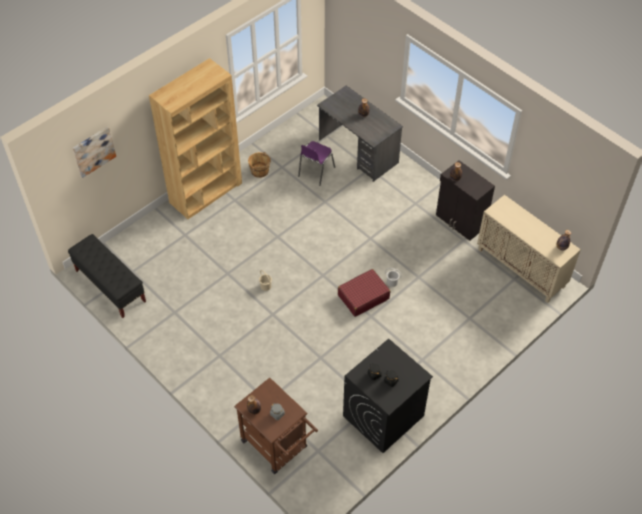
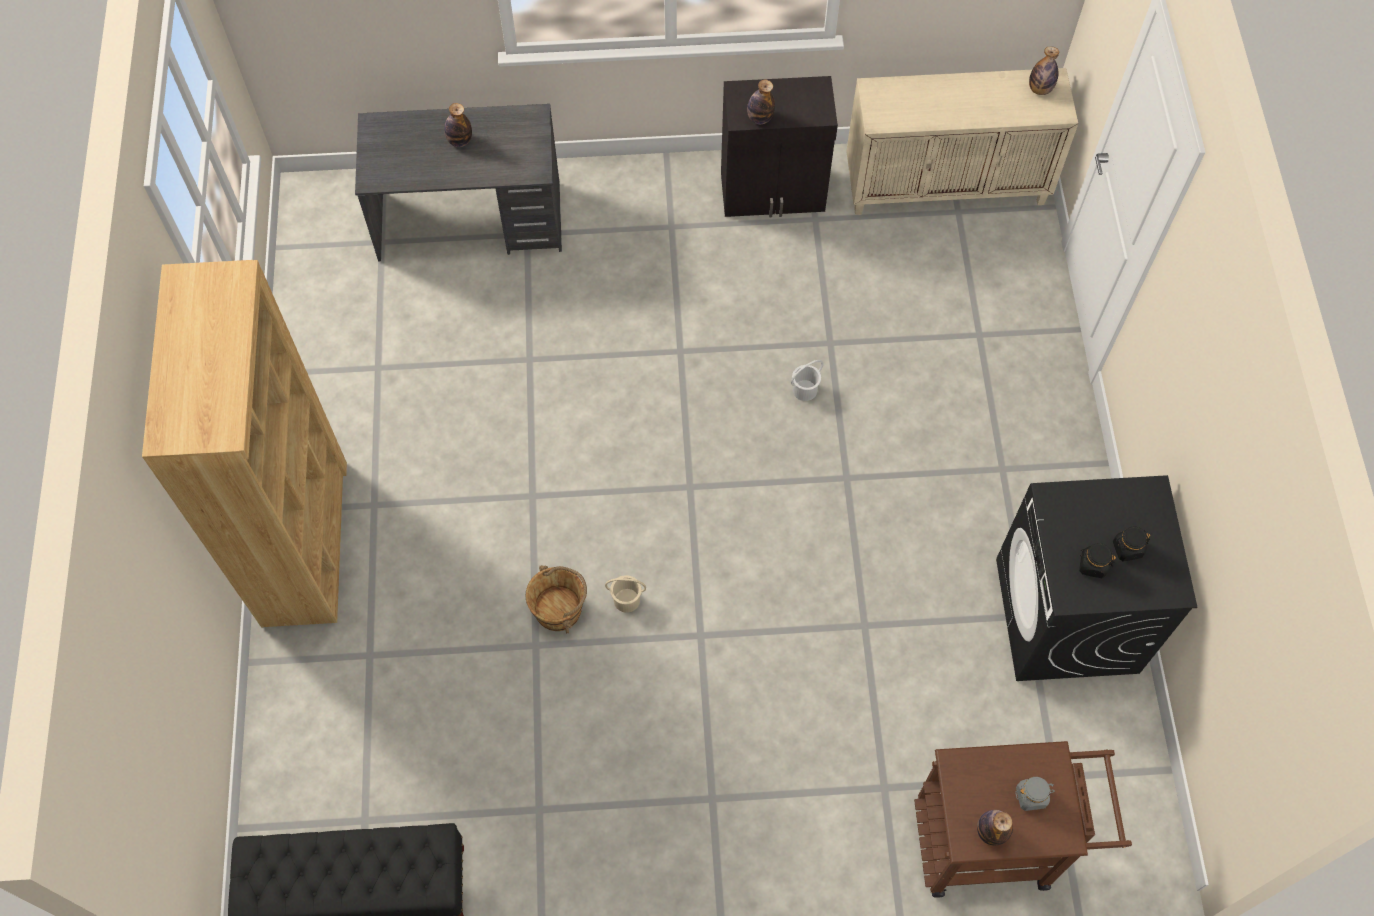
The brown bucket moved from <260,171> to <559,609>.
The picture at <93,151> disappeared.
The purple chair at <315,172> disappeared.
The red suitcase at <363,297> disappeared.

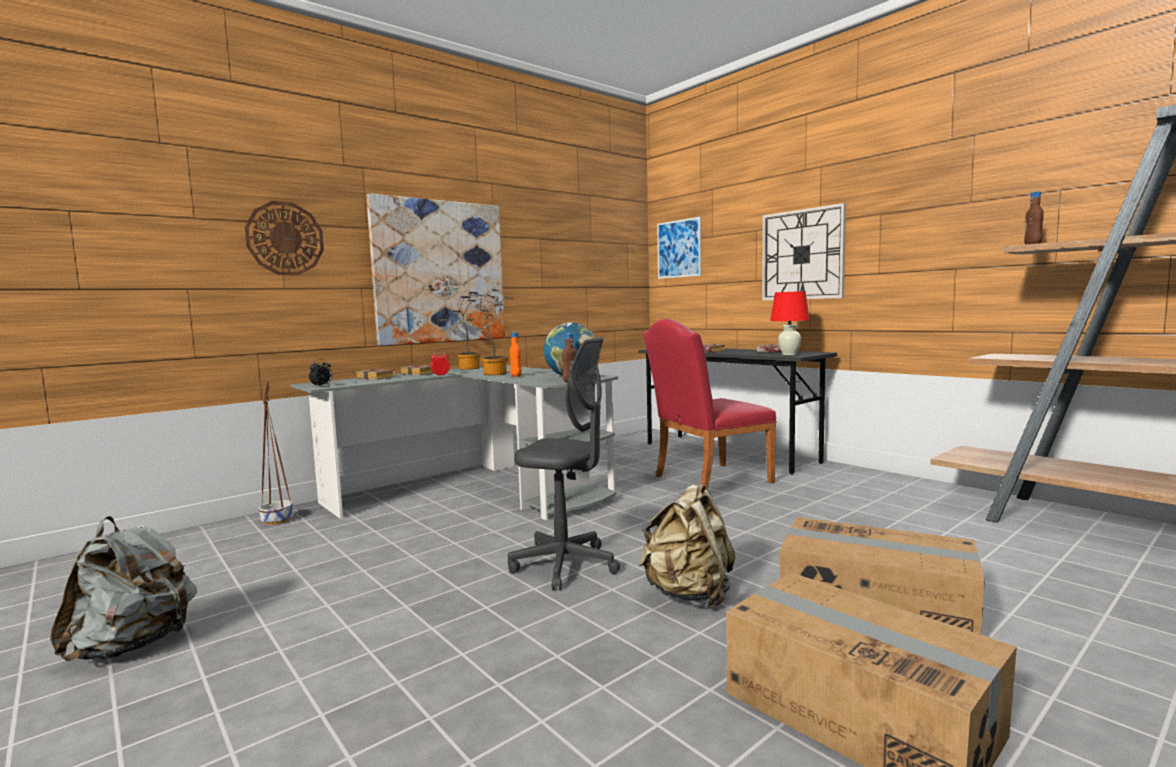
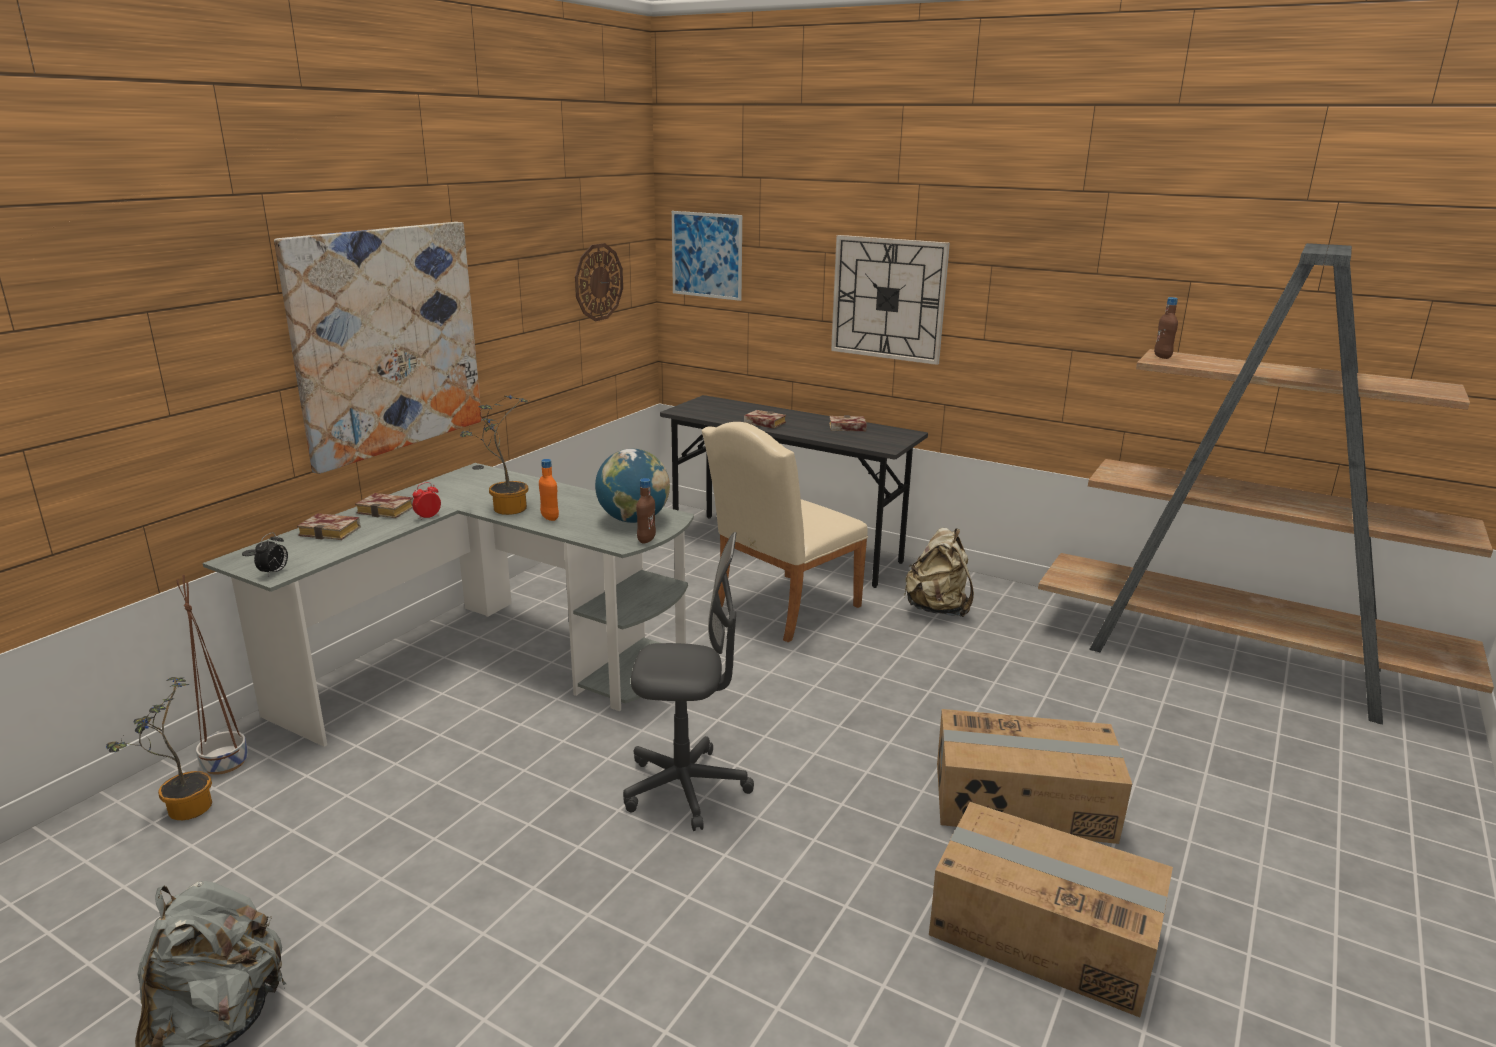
The potted plant moved from <465,368> to <183,810>.
The wall clock moved from <285,238> to <598,282>.
The red chair at <706,480> became the beige chair at <780,609>.
The beige backpack moved from <689,595> to <937,609>.
The red table lamp at <789,354> disappeared.

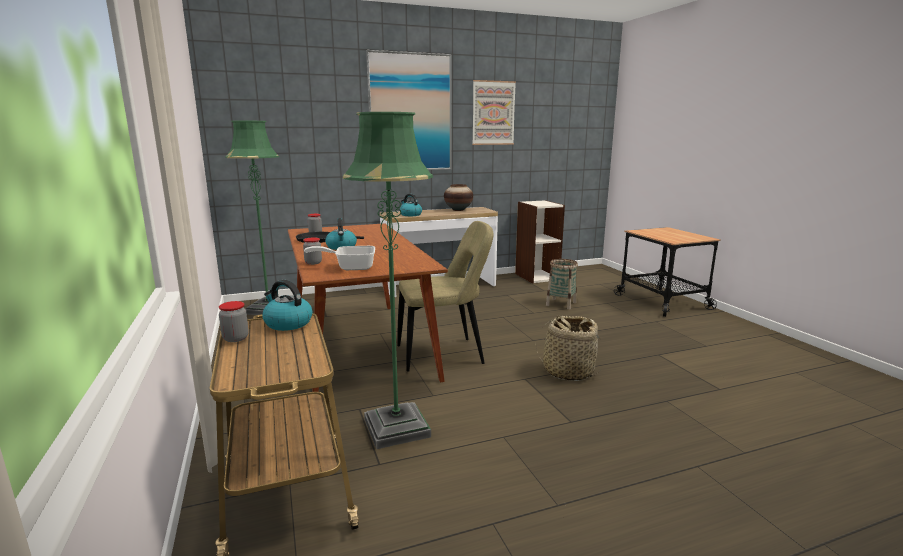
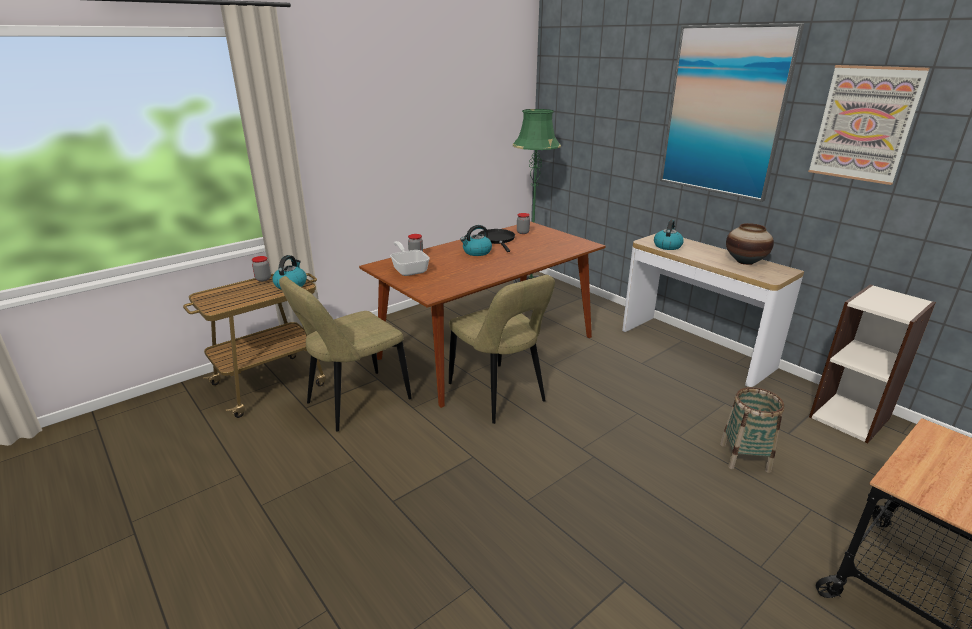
The green floor lamp at <396,428> was replaced by the beige chair at <354,402>.
The basket at <567,371> disappeared.

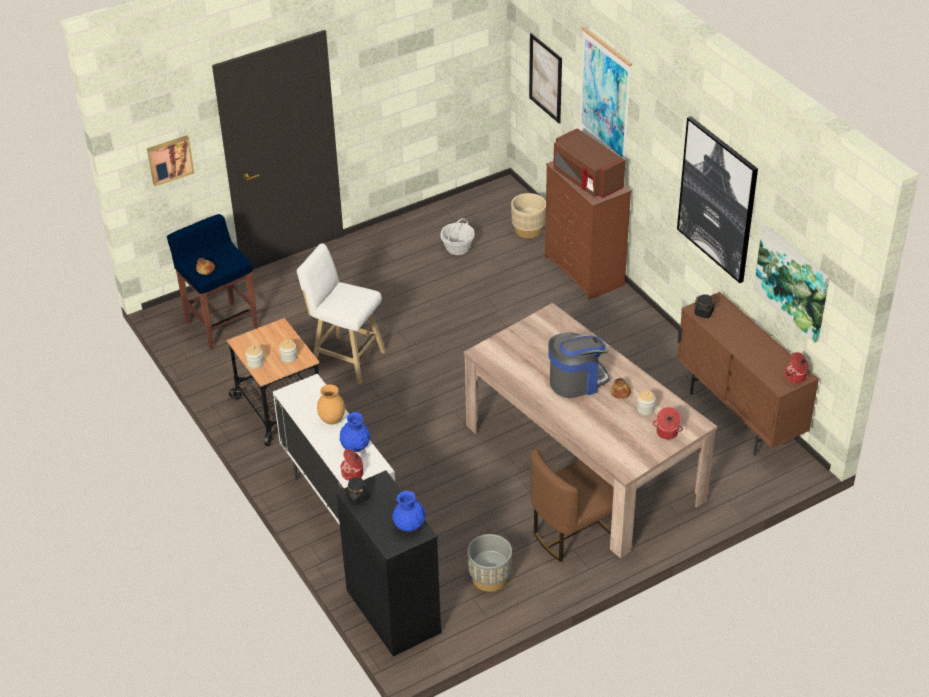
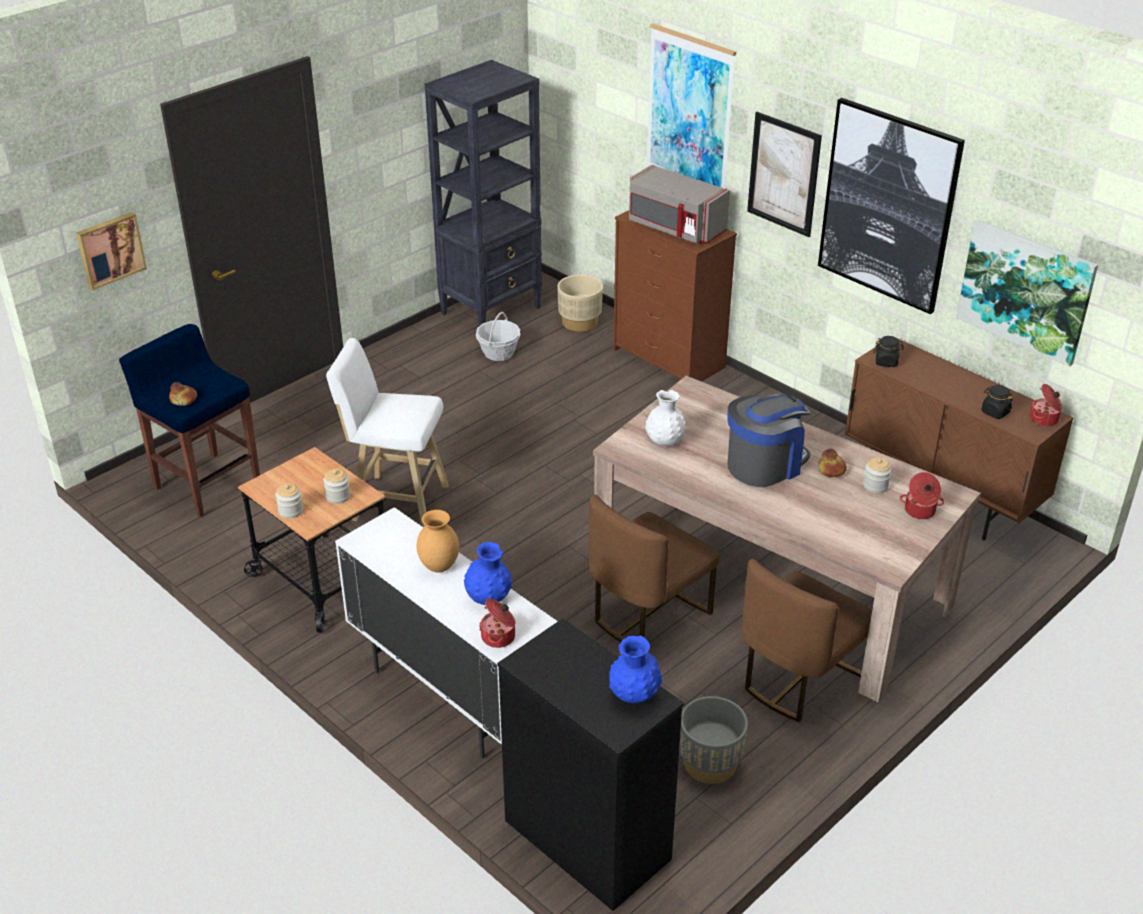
The black bookcase at <492,310> appeared.
The brown chair at <647,614> appeared.
The brown microwave at <586,179> became the grey microwave at <674,228>.
The white vase at <665,442> appeared.
The picture moved from <545,78> to <783,174>.
The black jar moved from <357,497> to <995,412>.

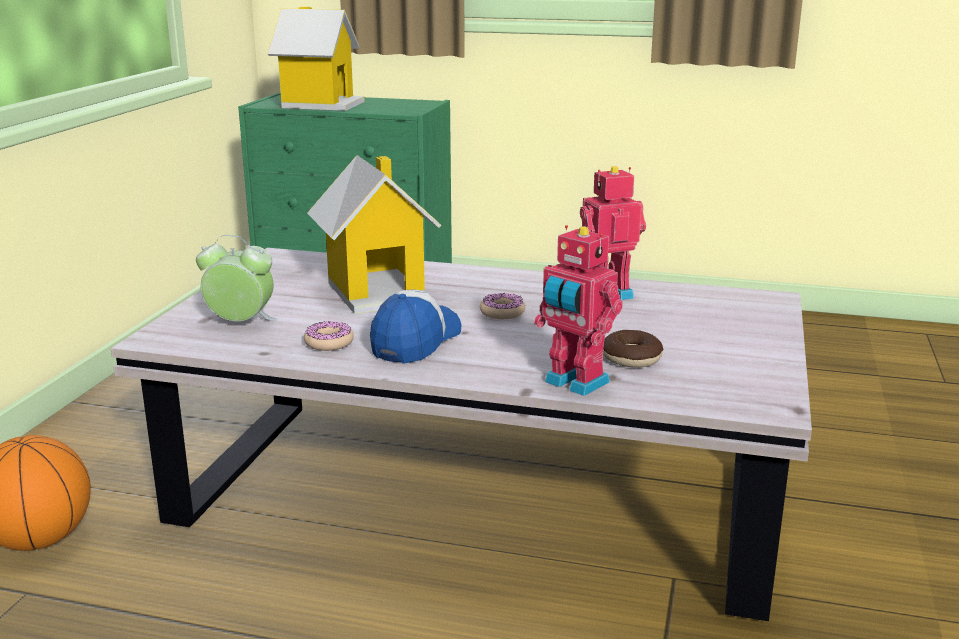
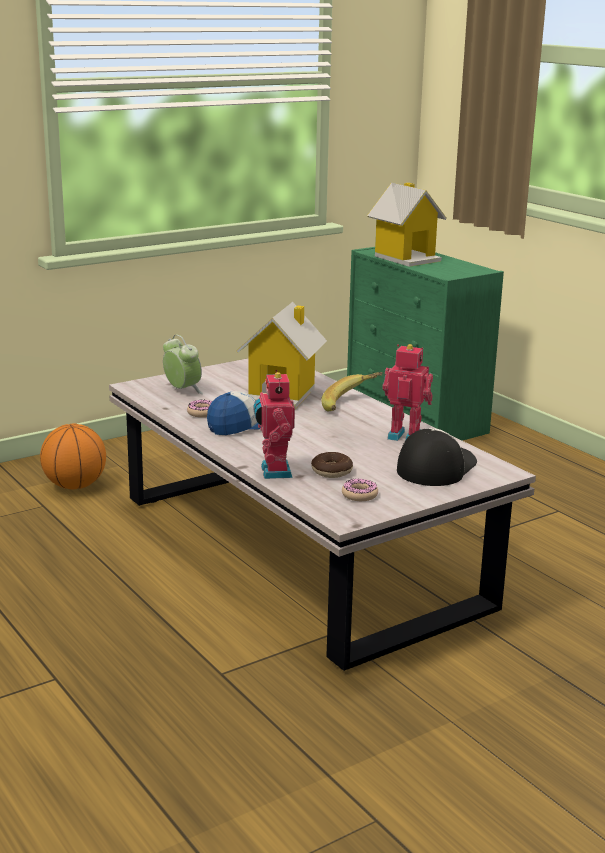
The banana at <351,405> appeared.
The donut moved from <502,313> to <359,495>.
The cap at <435,467> appeared.

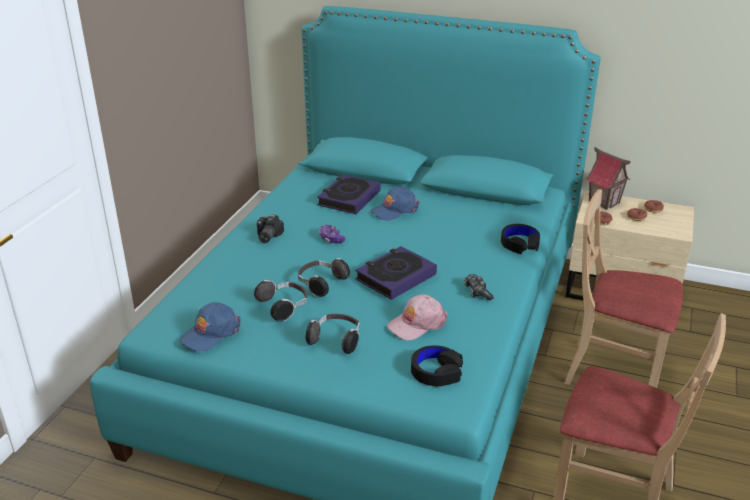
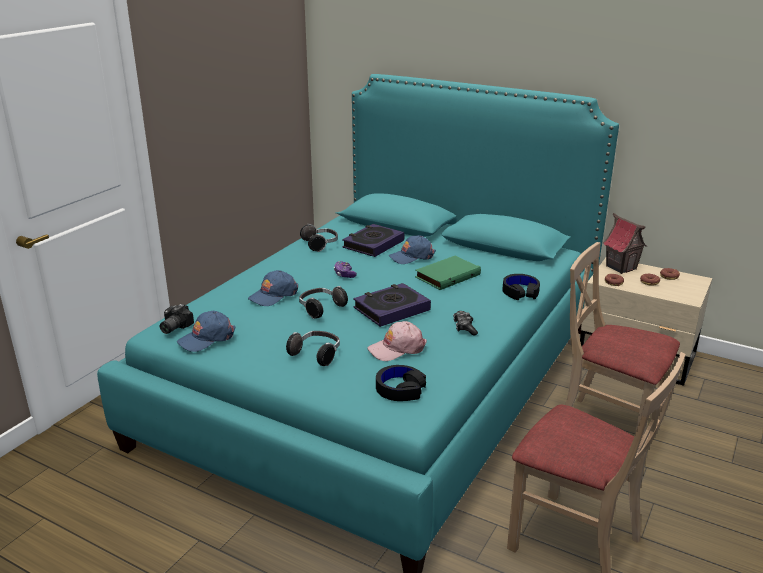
The photo camera moved from <267,237> to <173,327>.
The blue cap at <273,295> appeared.
The headphones moved from <284,307> to <320,245>.
The green book at <447,275> appeared.

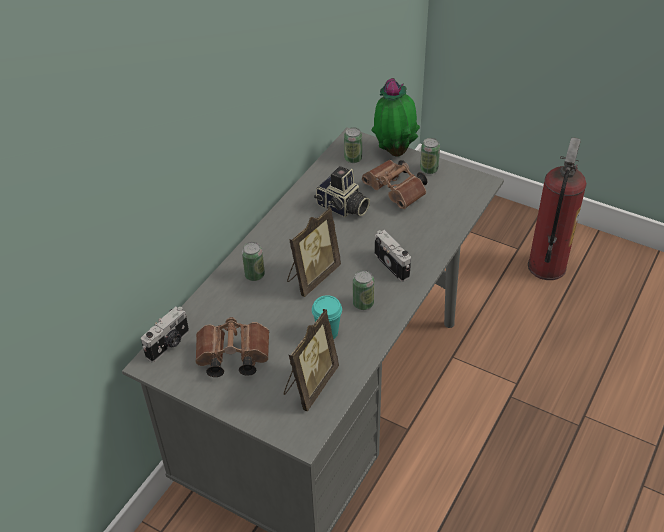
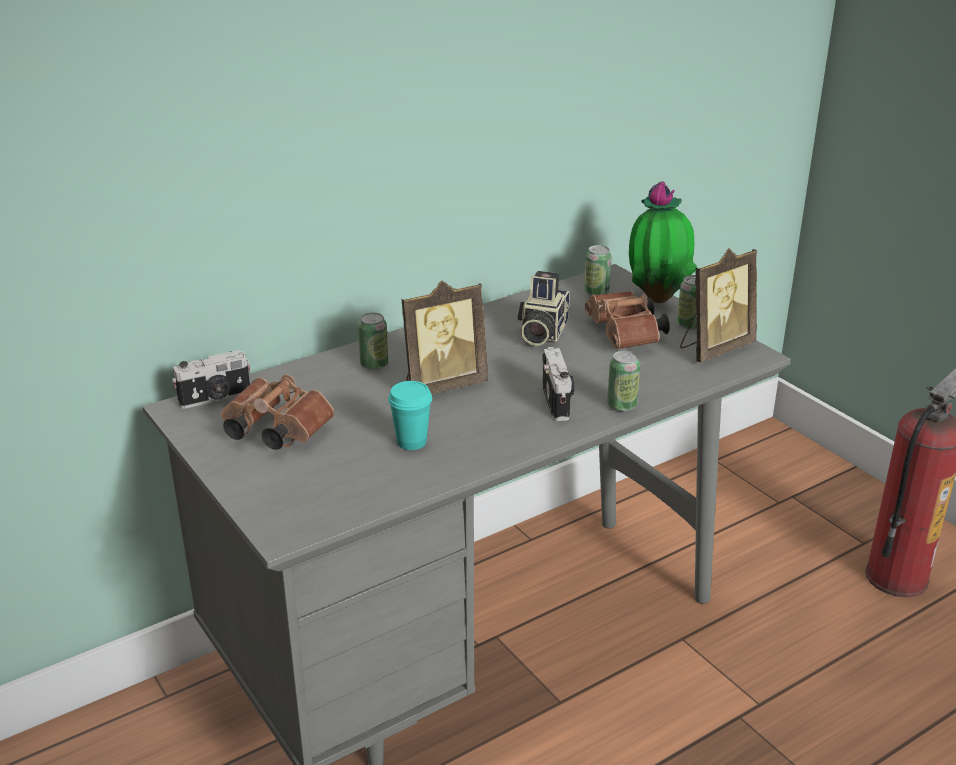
The photo camera at <342,208> turned 45 degrees clockwise.
The can moved from <363,303> to <621,405>.
The picture frame moved from <309,384> to <714,348>.

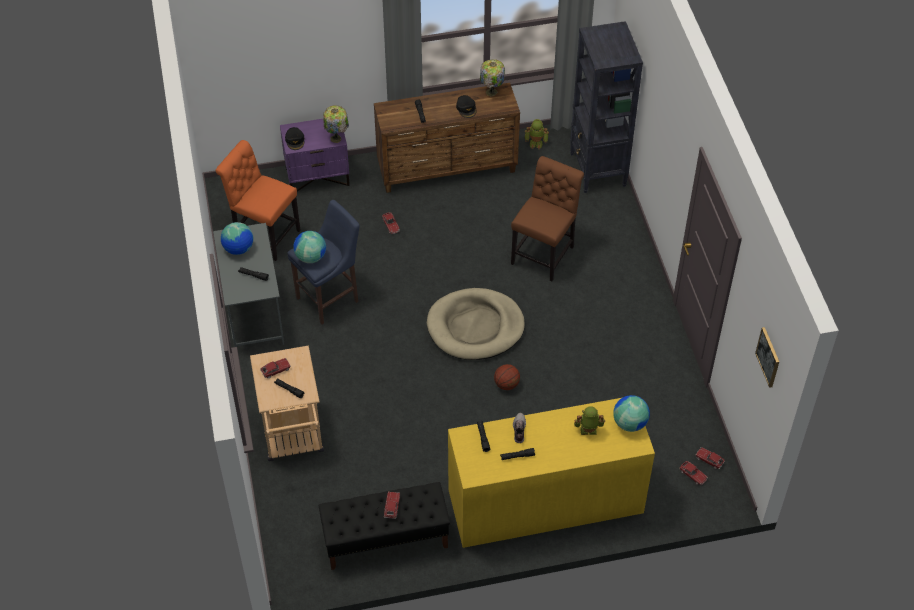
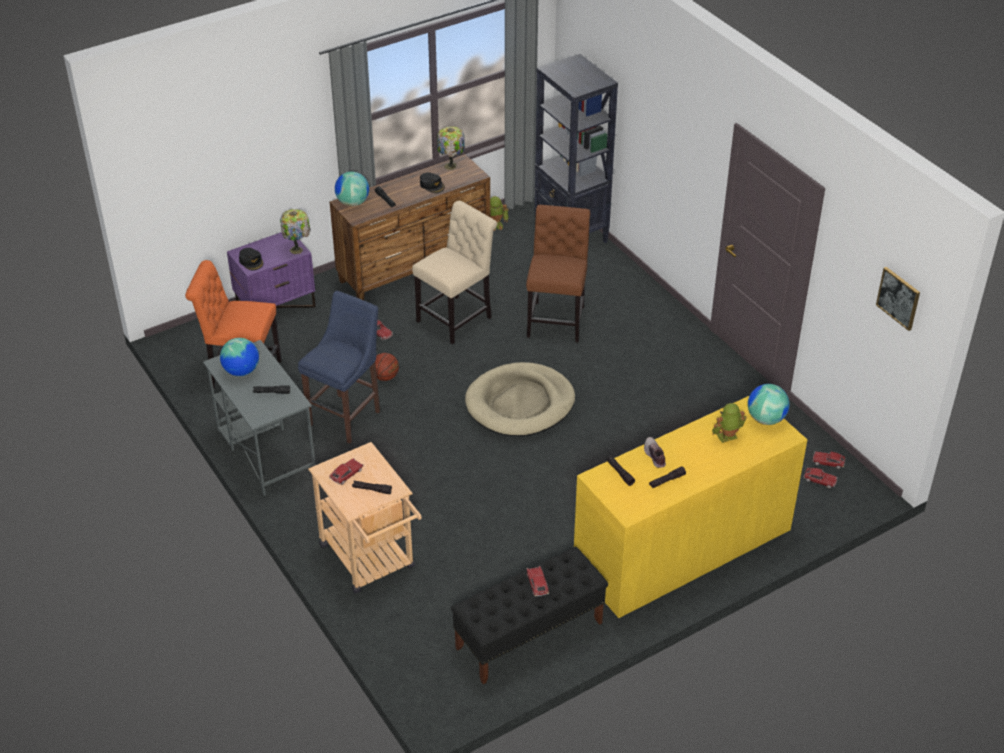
The globe moved from <310,257> to <352,203>.
The basketball moved from <506,384> to <385,377>.
The beige chair at <457,318> appeared.

